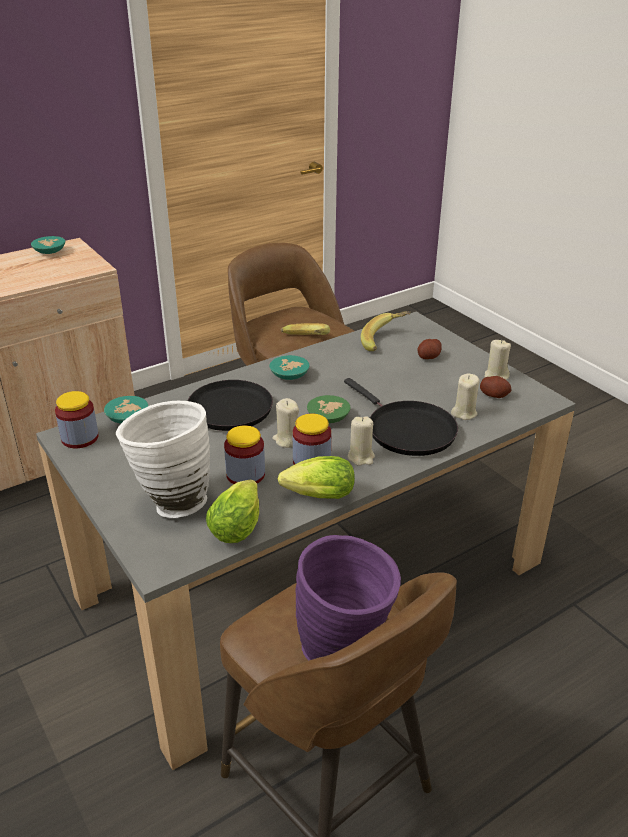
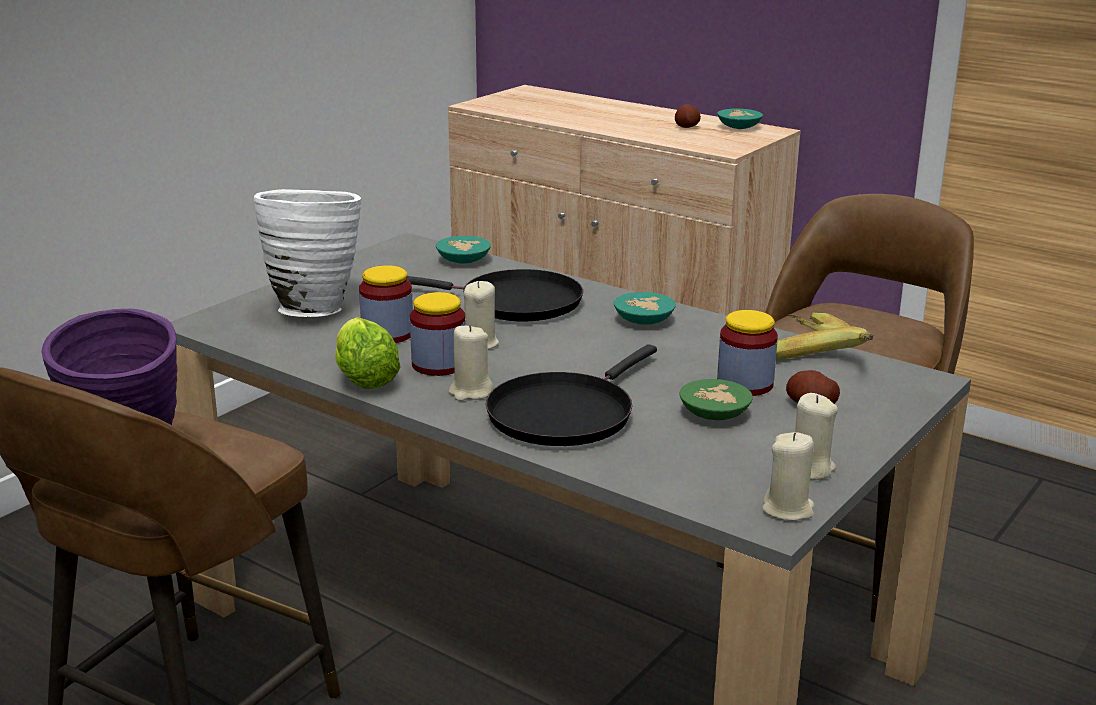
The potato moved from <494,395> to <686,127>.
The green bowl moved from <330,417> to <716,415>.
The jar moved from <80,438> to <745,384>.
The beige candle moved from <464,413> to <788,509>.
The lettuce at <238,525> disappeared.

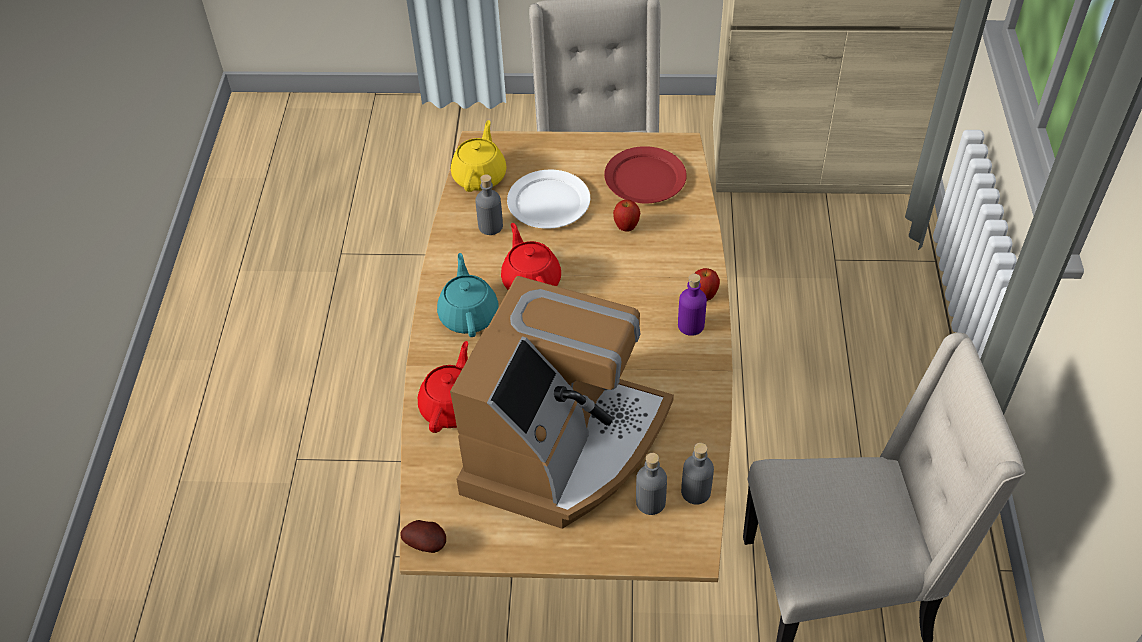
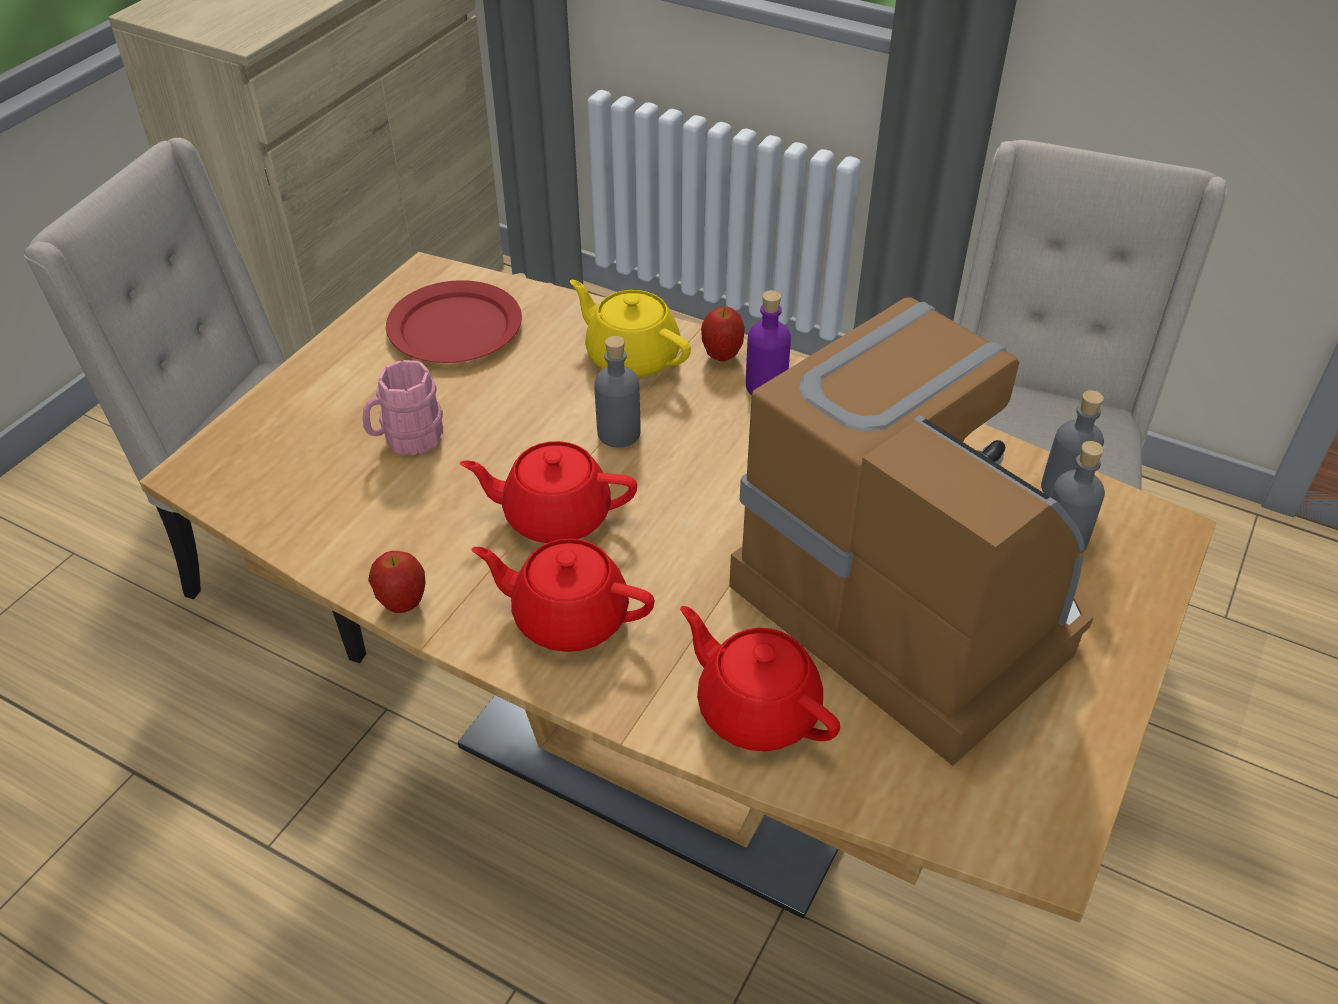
The white plate at <548,202> was replaced by the pink mug at <406,439>.
The apple moved from <626,227> to <403,604>.
The turquoise teapot at <469,315> became the red teapot at <568,616>.
The yellow teapot moved from <480,176> to <631,356>.
The grey bottle moved from <490,226> to <618,433>.
The potato at <427,543> disappeared.

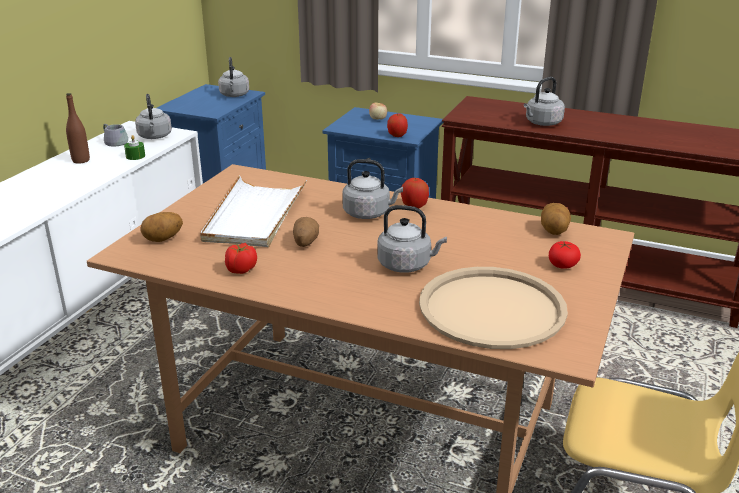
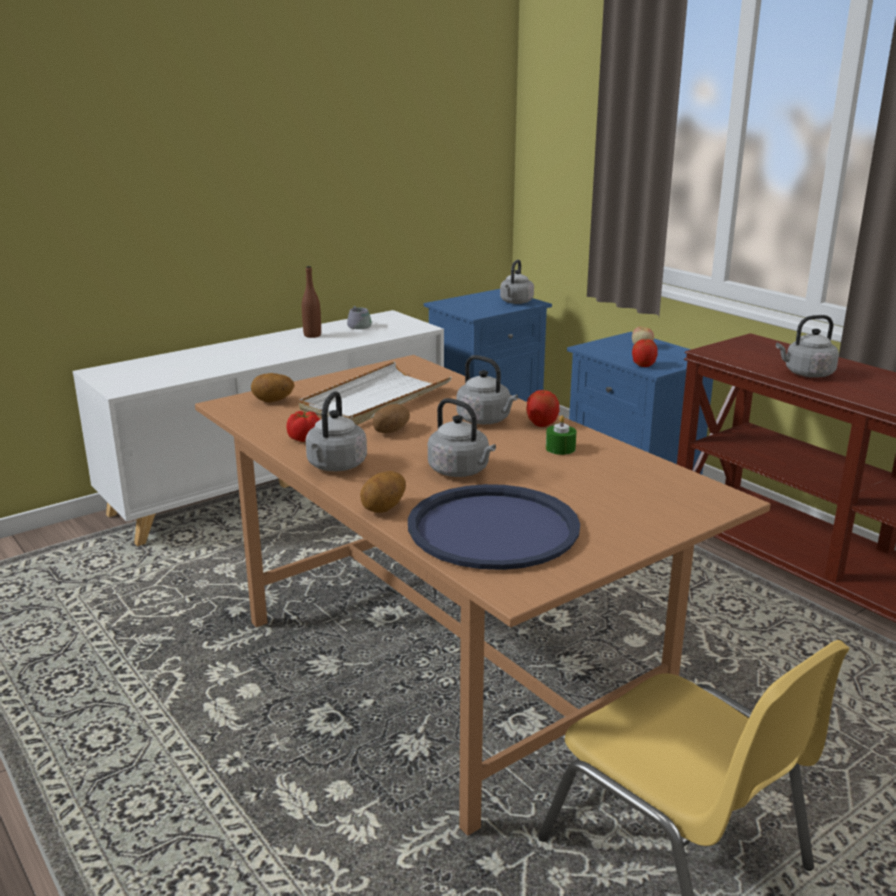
The grey kettle moved from <155,137> to <335,466>.
The potato moved from <554,231> to <384,508>.
The beige tray at <491,308> became the blue tray at <493,528>.
The green candle moved from <135,156> to <560,448>.
The tomato at <562,265> disappeared.

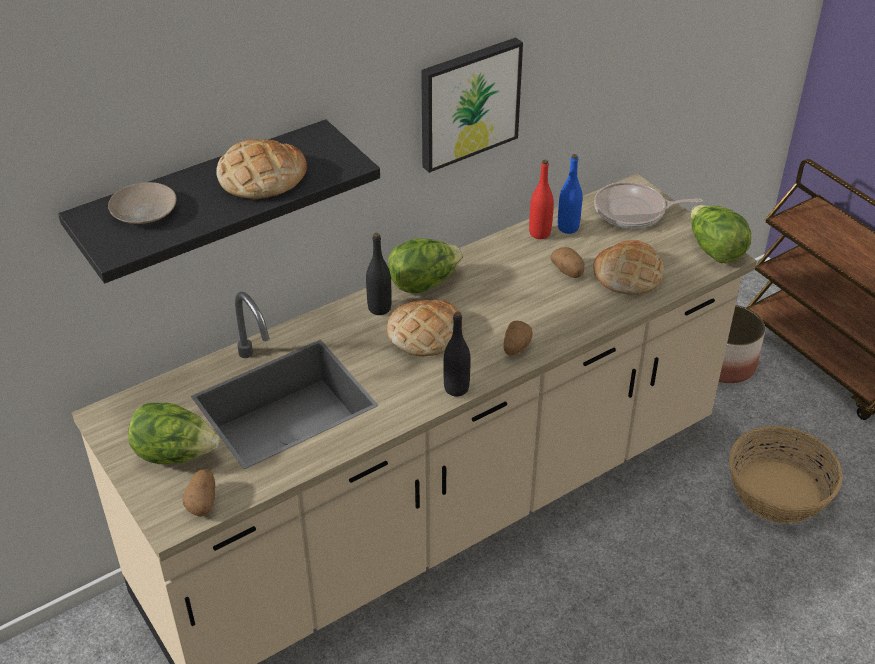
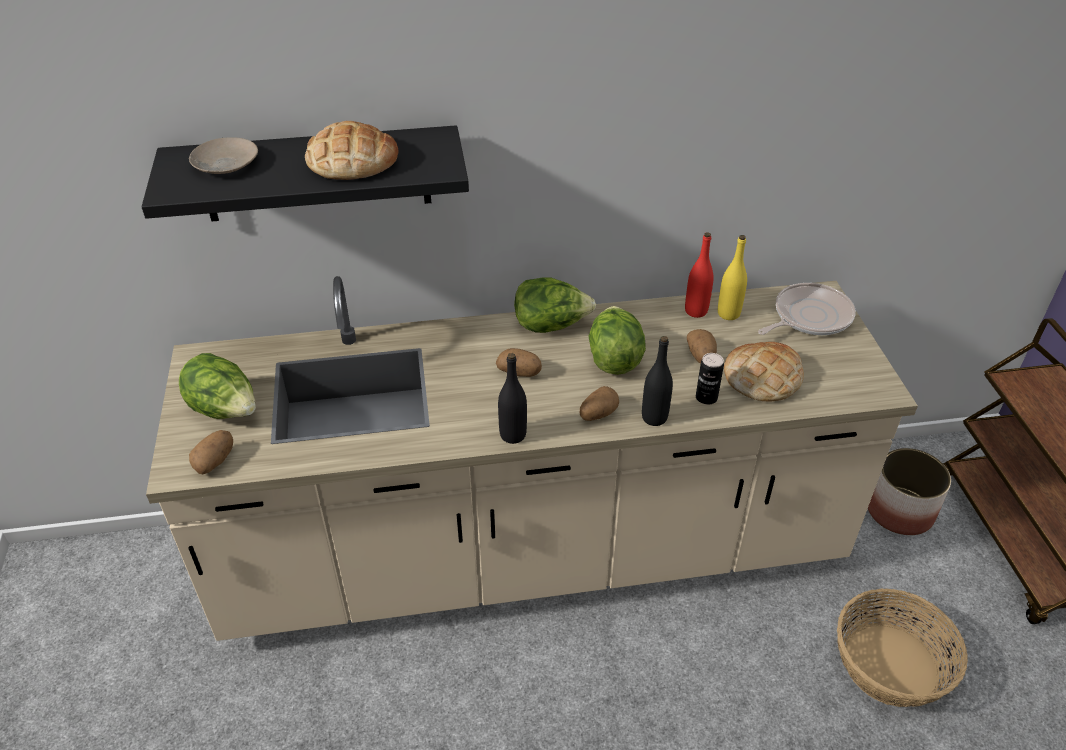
The bread at <425,333> was replaced by the potato at <519,372>.
The lettuce moved from <714,250> to <614,358>.
The black bottle moved from <379,308> to <654,417>.
The can at <706,397> appeared.
The blue bottle at <568,228> became the yellow bottle at <728,314>.
The frying pan at <634,211> turned 120 degrees clockwise.
The picture at <468,102> disappeared.

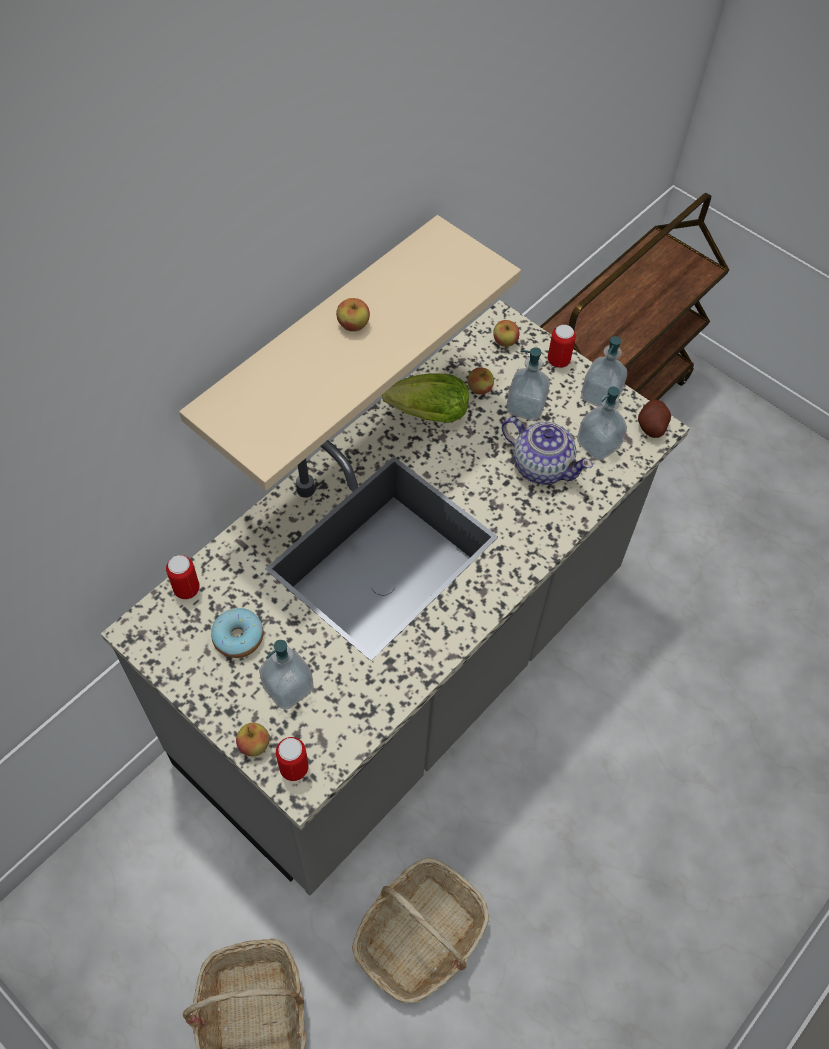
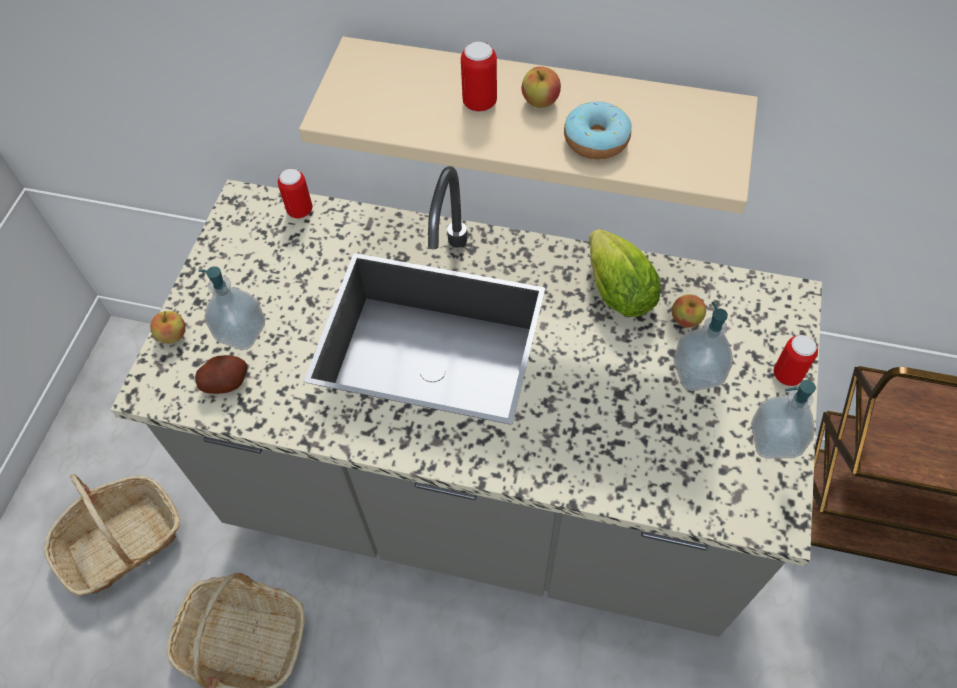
The potato moved from <651,426> to <226,382>.
The can moved from <294,768> to <479,103>.
The donut moved from <238,637> to <596,140>.
The apple at <505,342> disappeared.
The teapot at <541,465> disappeared.
The soap dispenser at <598,444> disappeared.

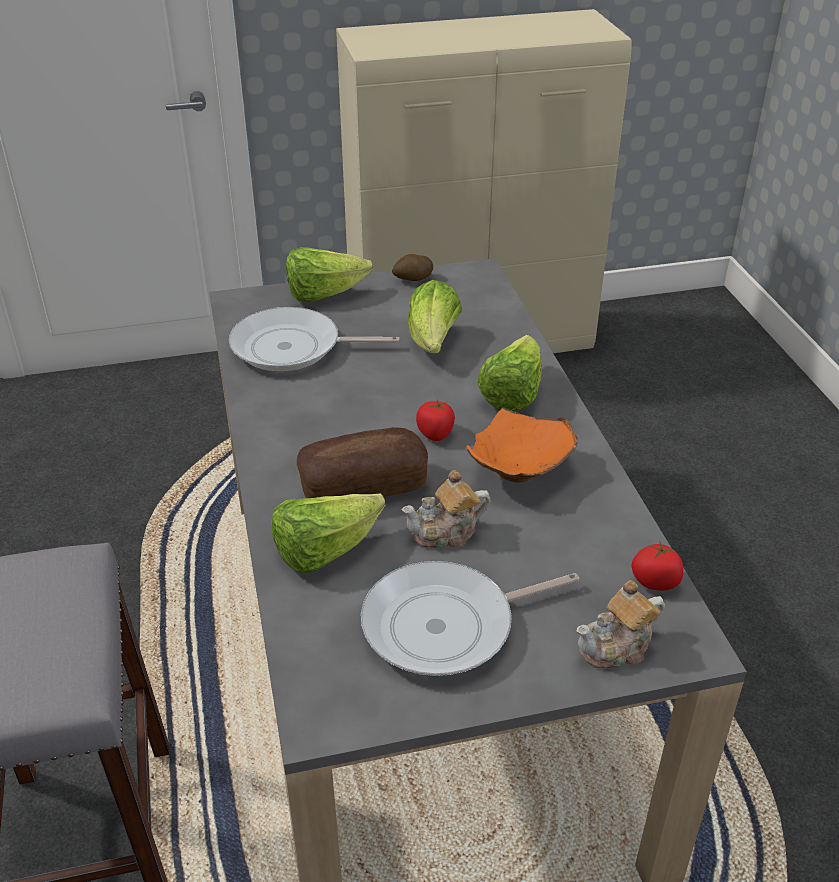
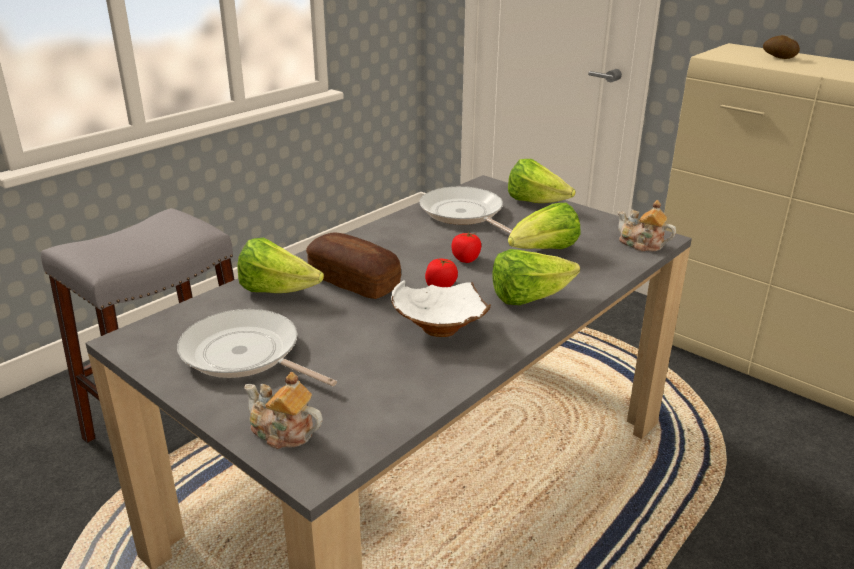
The orange bowl at <520,471> became the white bowl at <440,330>.
The tomato moved from <655,581> to <466,259>.
The teapot moved from <446,532> to <641,244>.
The potato moved from <413,279> to <778,57>.

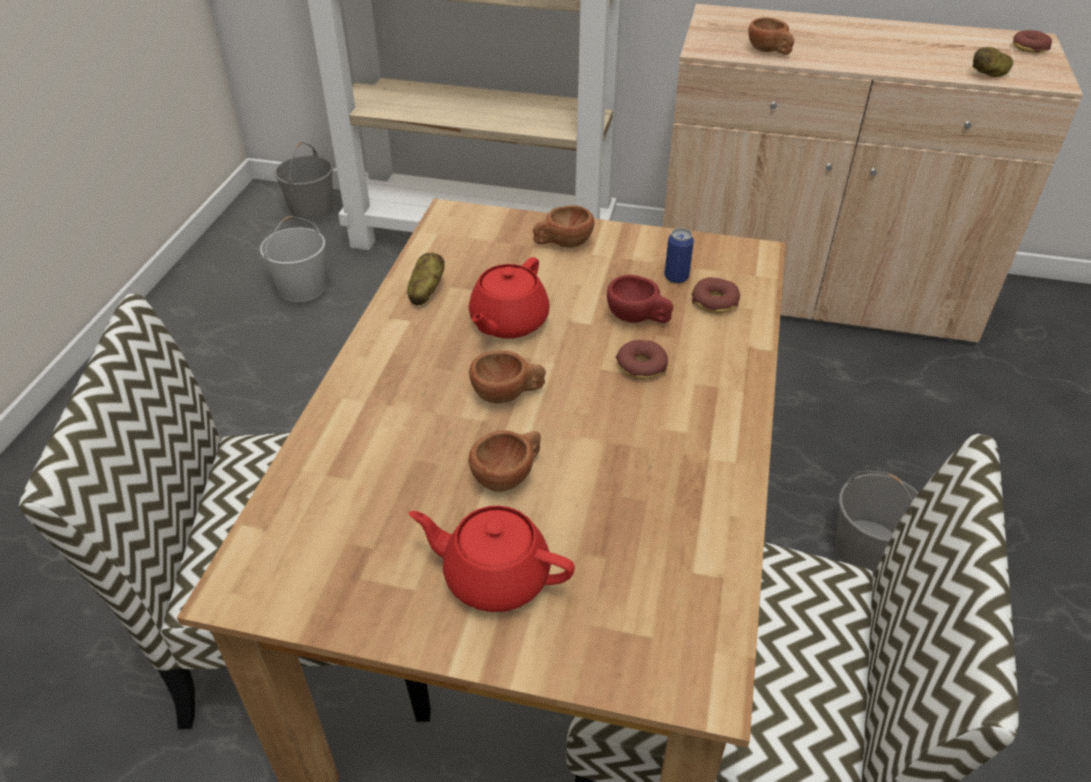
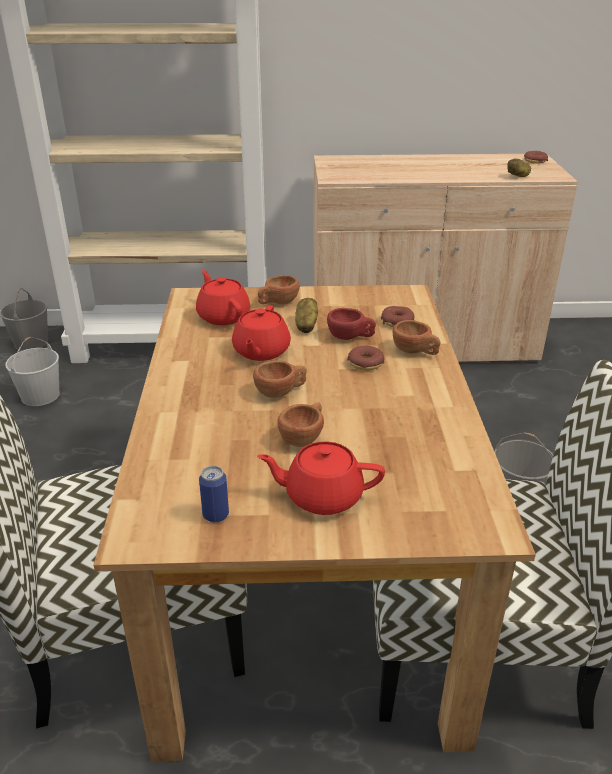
The red teapot at <223,316> appeared.
The can moved from <676,277> to <215,515>.
The potato moved from <426,292> to <306,326>.
The brown cup moved from <769,51> to <415,352>.

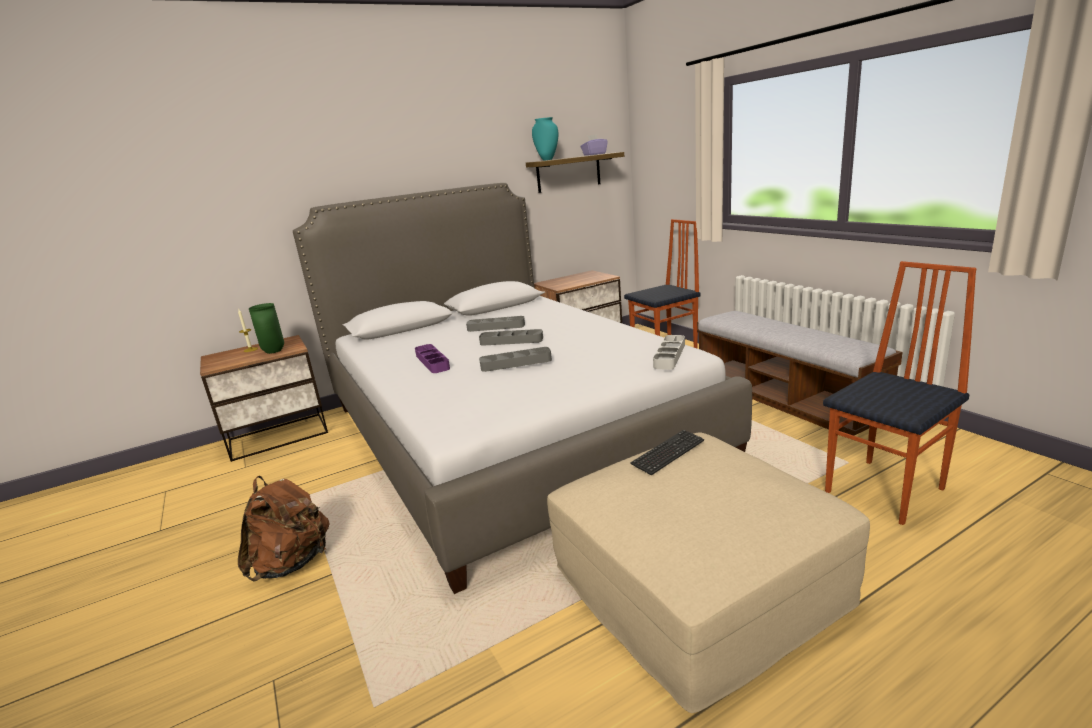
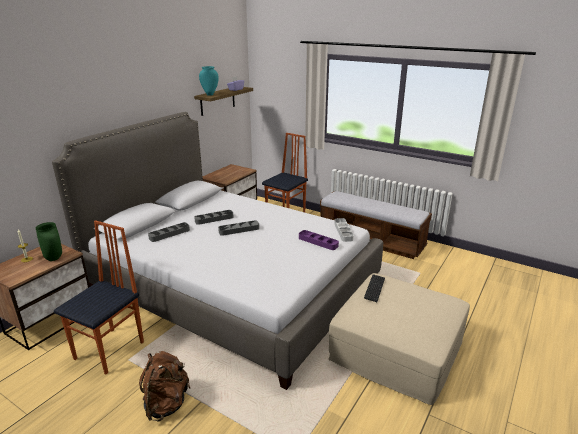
The chair moved from <886,490> to <111,350>.
The grey tray moved from <516,363> to <169,234>.
The purple tray moved from <432,362> to <318,242>.

